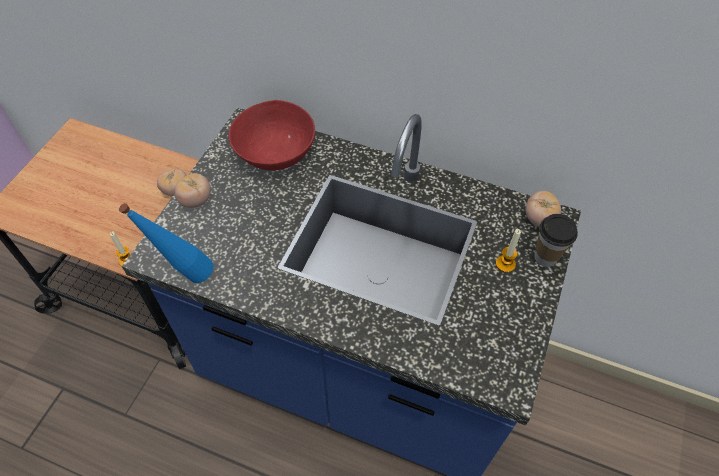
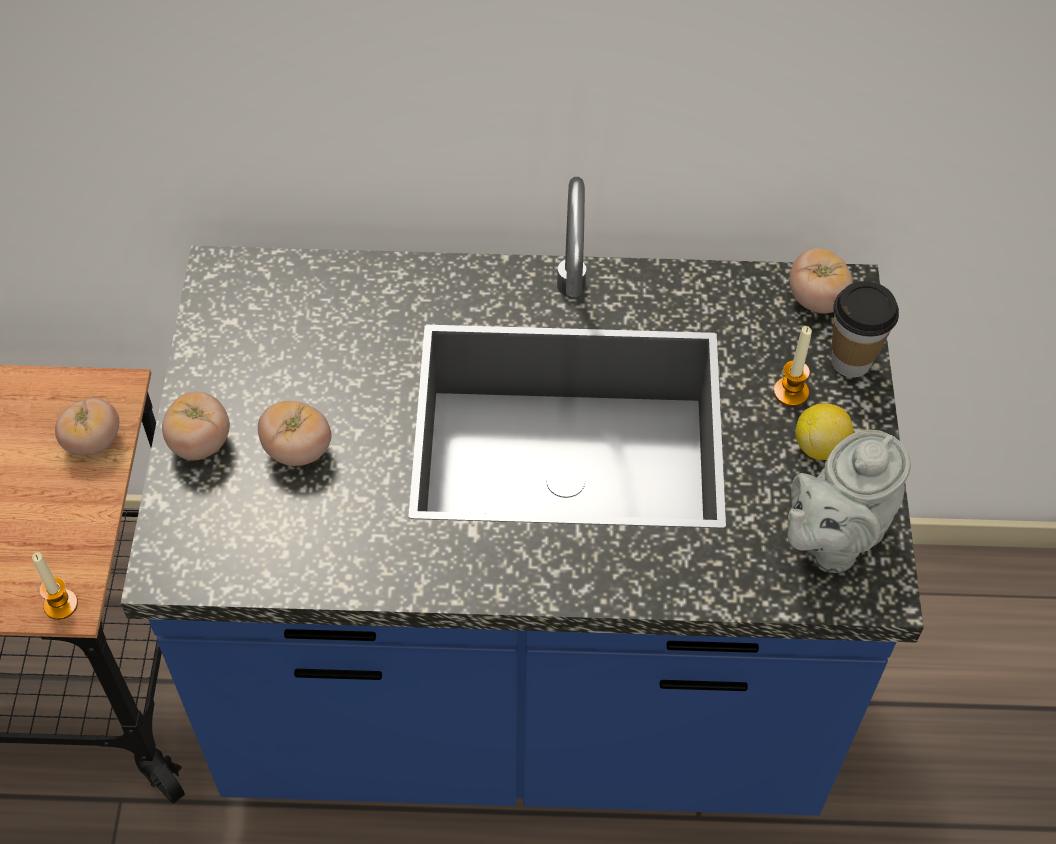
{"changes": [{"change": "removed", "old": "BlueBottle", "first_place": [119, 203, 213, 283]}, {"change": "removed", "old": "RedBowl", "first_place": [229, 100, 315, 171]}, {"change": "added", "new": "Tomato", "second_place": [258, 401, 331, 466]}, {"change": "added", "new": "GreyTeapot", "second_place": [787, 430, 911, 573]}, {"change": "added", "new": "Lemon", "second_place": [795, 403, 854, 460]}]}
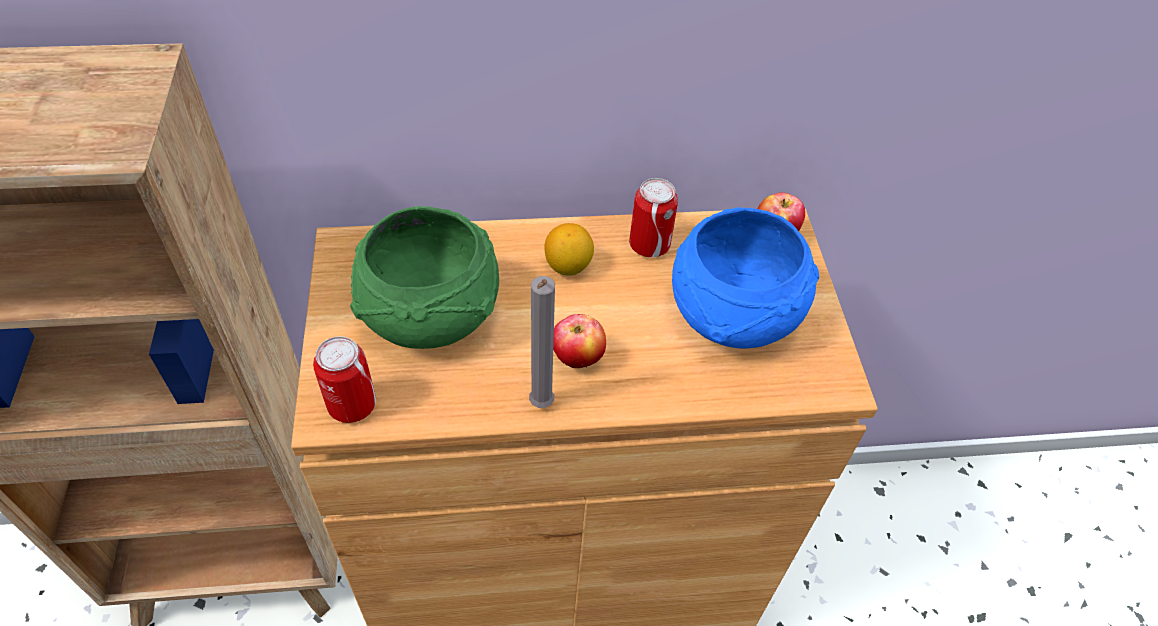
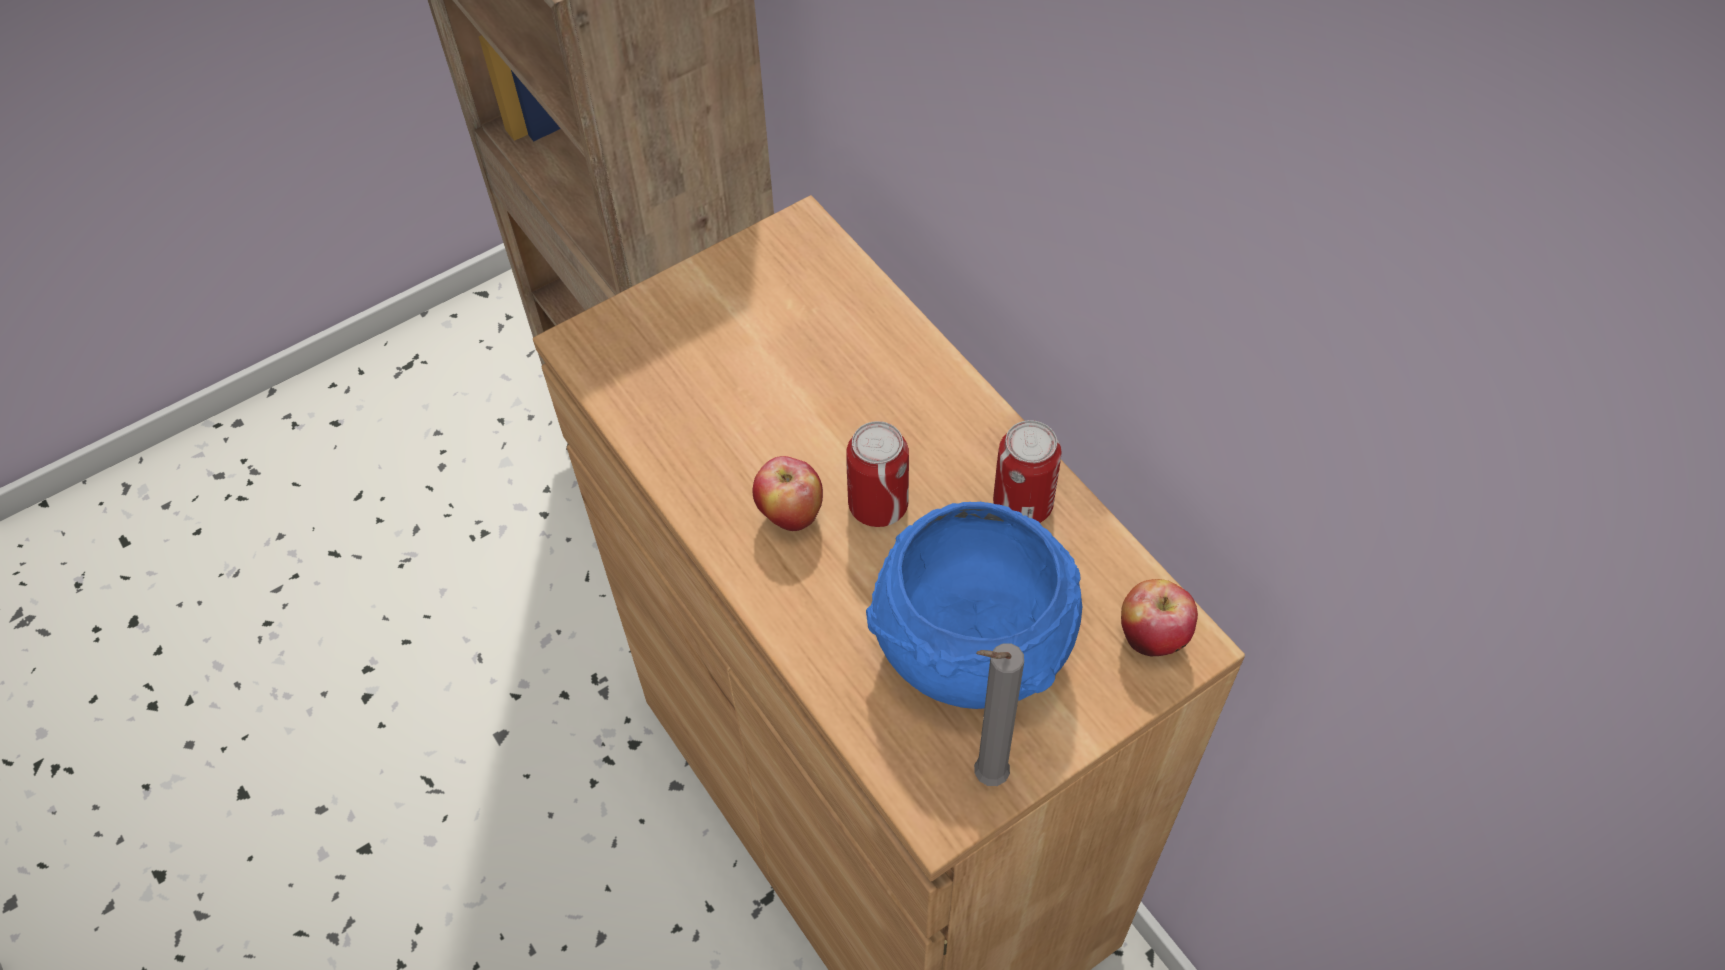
{"changes": [{"change": "moved", "old": "Can", "first_place": [313, 336, 376, 423], "second_place": [846, 421, 909, 527]}, {"change": "removed", "old": "GreenBowl", "first_place": [350, 206, 499, 349]}, {"change": "moved", "old": "GreyCandle", "first_place": [529, 276, 555, 408], "second_place": [974, 643, 1024, 786]}, {"change": "removed", "old": "Lemon", "first_place": [544, 223, 594, 276]}]}
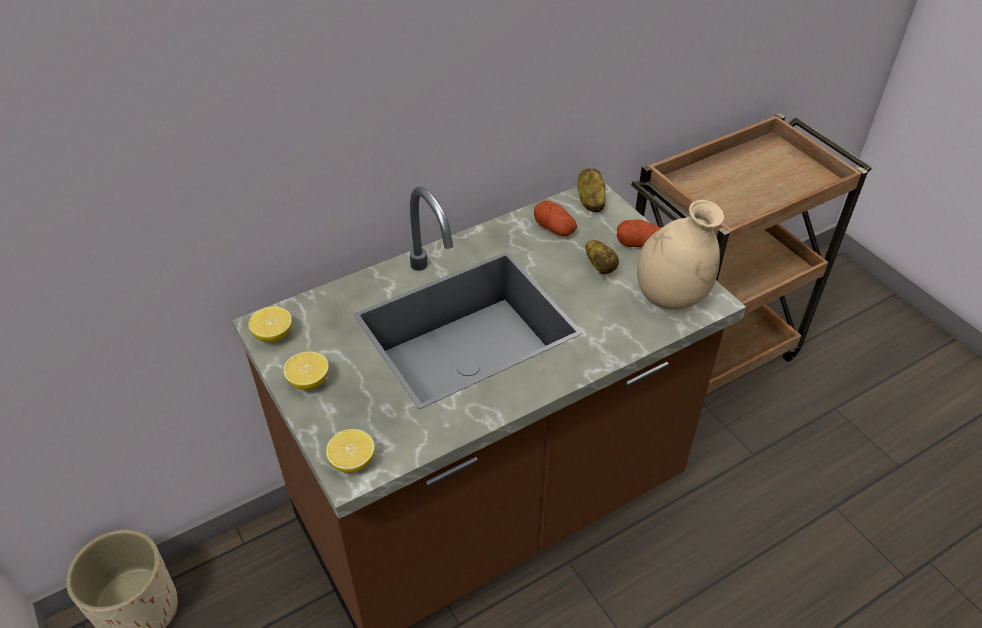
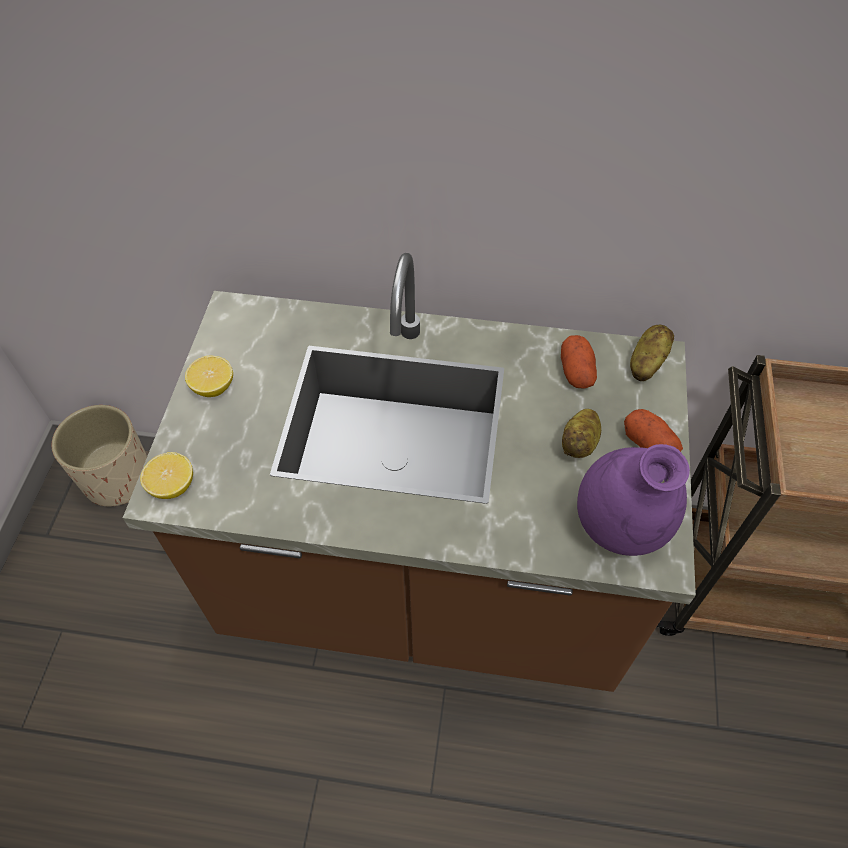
{"changes": [{"change": "removed", "old": "Lemon", "first_place": [249, 306, 292, 342]}, {"change": "recoloured", "old": "BeigeVase", "new": "PurpleVase", "first_place": [637, 200, 724, 310], "second_place": [577, 444, 690, 556]}]}
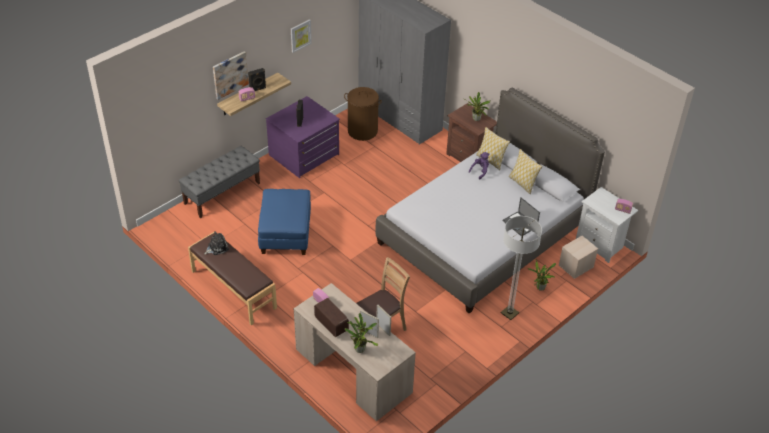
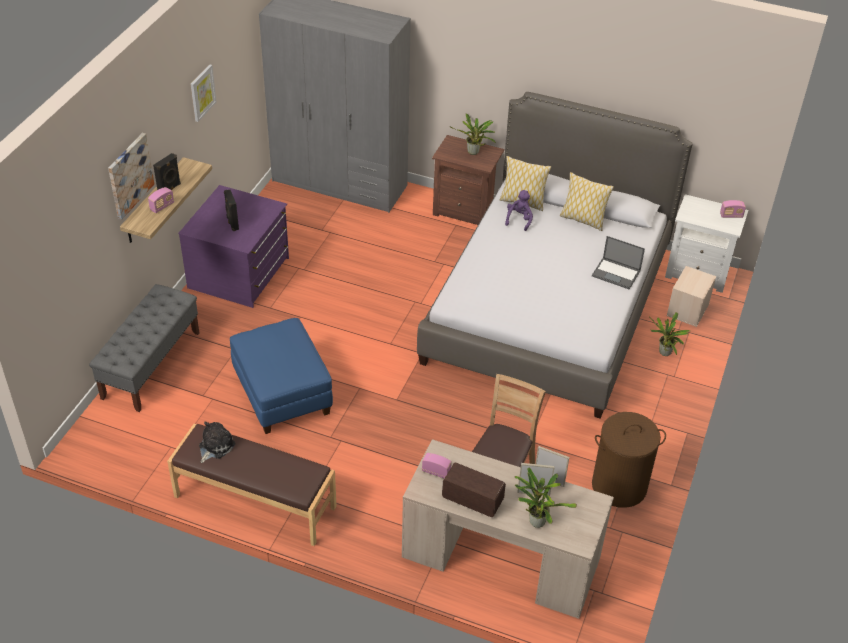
{"changes": [{"change": "moved", "old": "BrownLaundryBasket", "first_place": [344, 87, 382, 141], "second_place": [592, 412, 666, 508]}, {"change": "removed", "old": "FloorLamp", "first_place": [501, 216, 542, 320]}]}
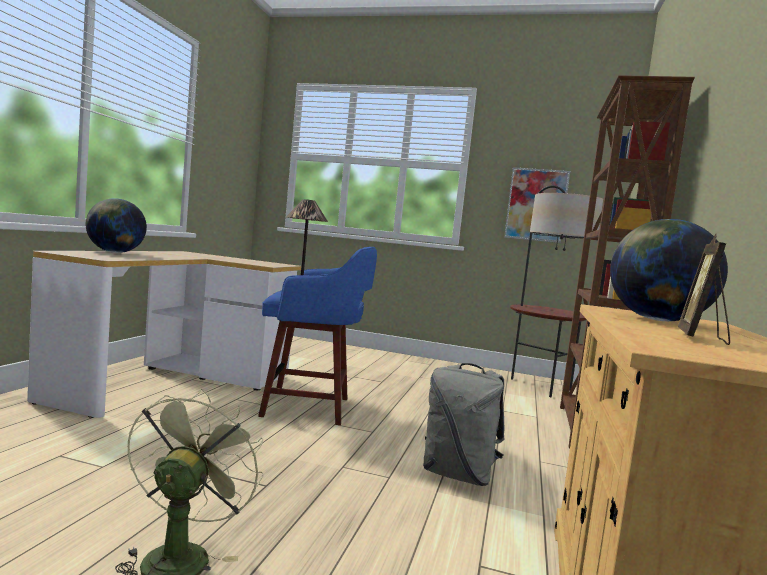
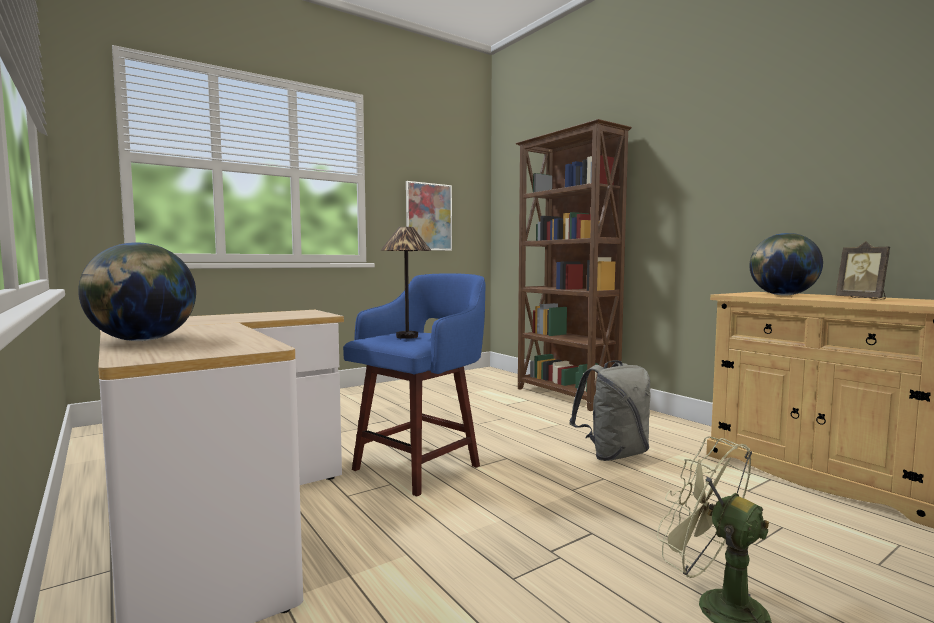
{"changes": [{"change": "removed", "old": "FloorLamp", "first_place": [510, 185, 603, 397]}]}
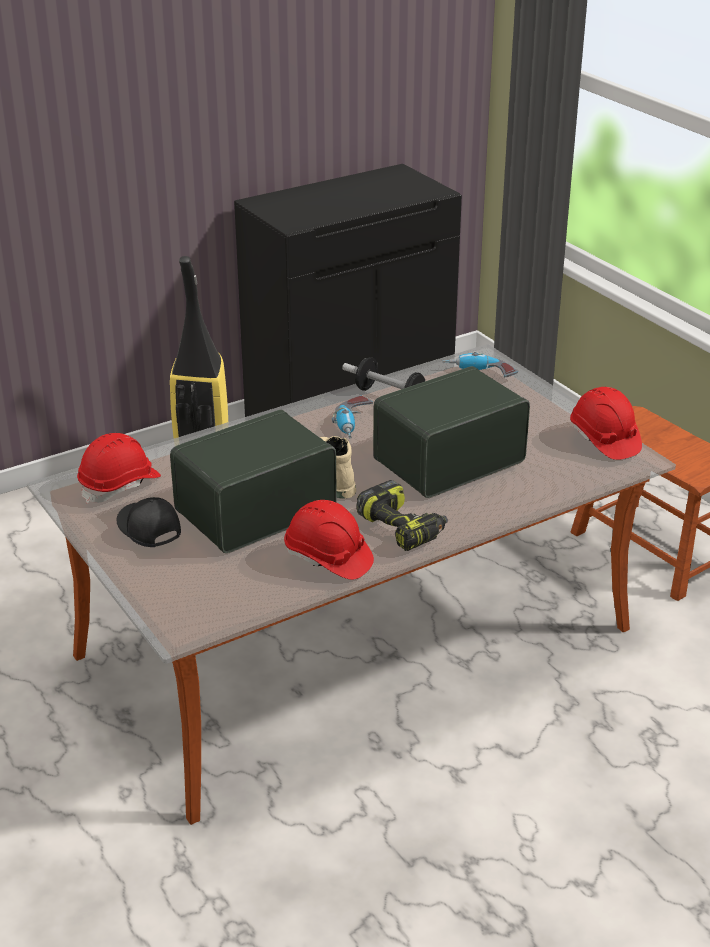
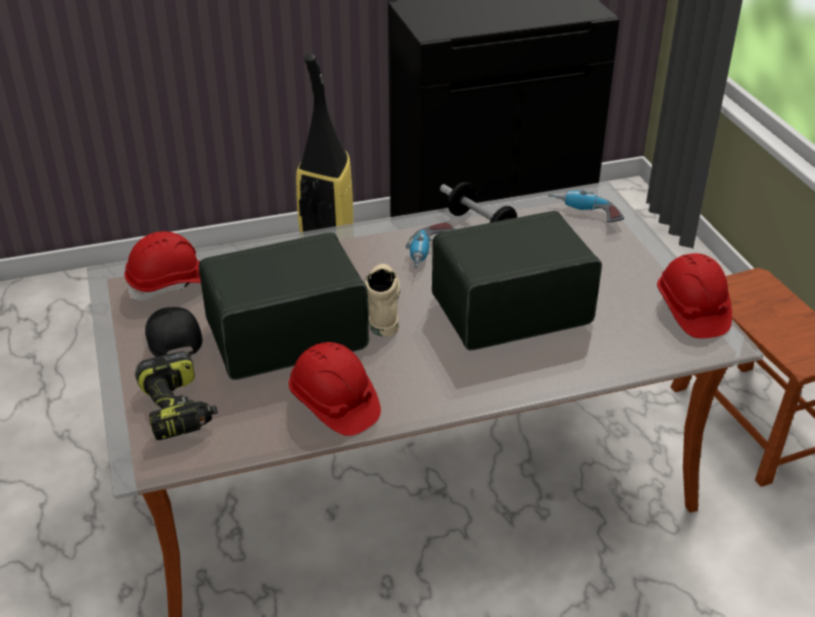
{"changes": [{"change": "moved", "old": "PowerDrill", "first_place": [357, 480, 448, 551], "second_place": [135, 351, 218, 440]}]}
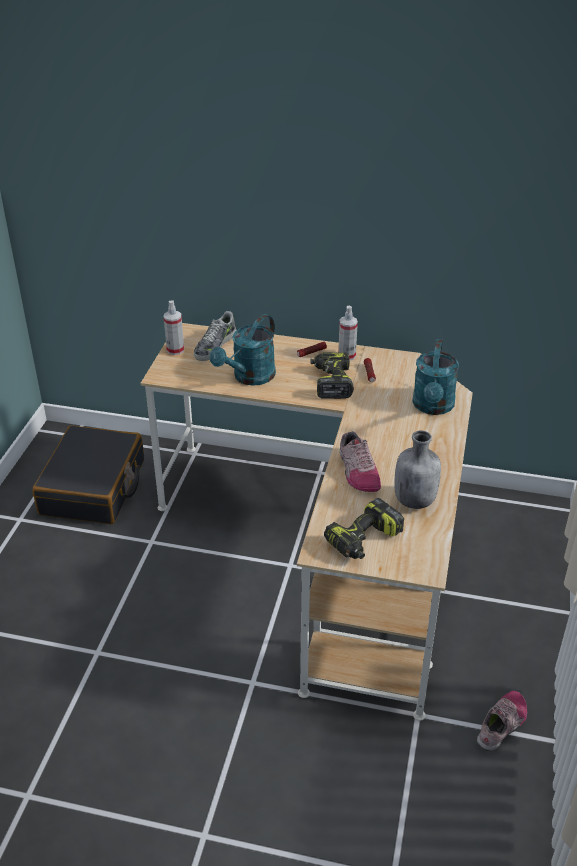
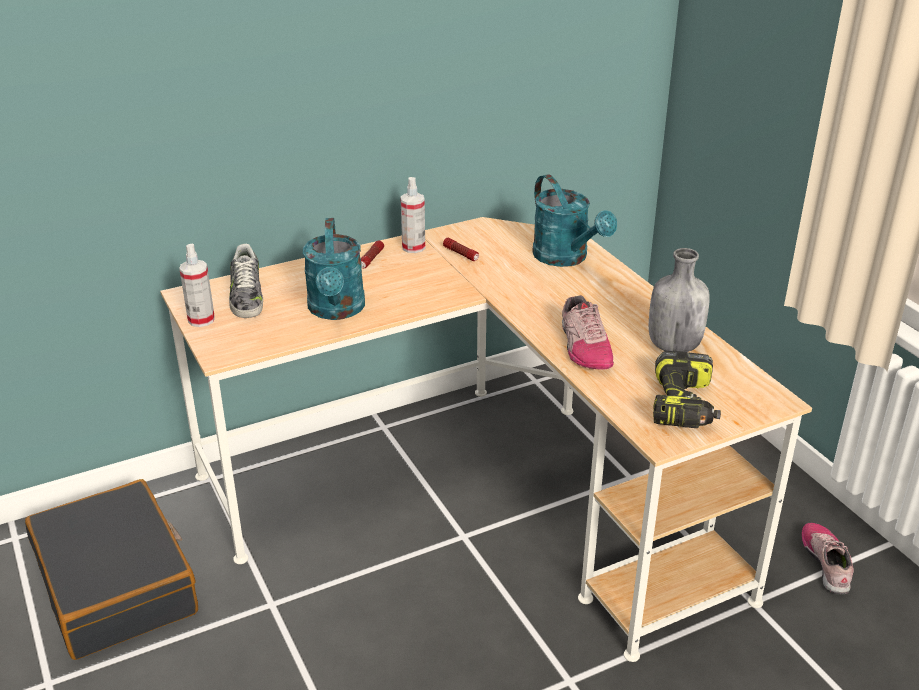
{"changes": [{"change": "removed", "old": "PowerDrill", "first_place": [311, 352, 354, 399]}, {"change": "turned", "old": "Shoe", "first_place": [340, 431, 381, 492], "second_place": [562, 295, 614, 369], "degrees": 45}]}
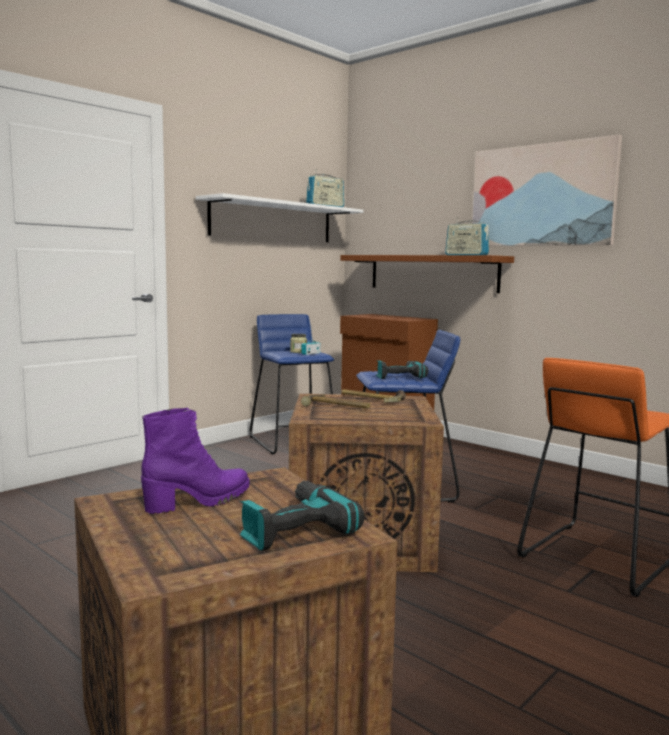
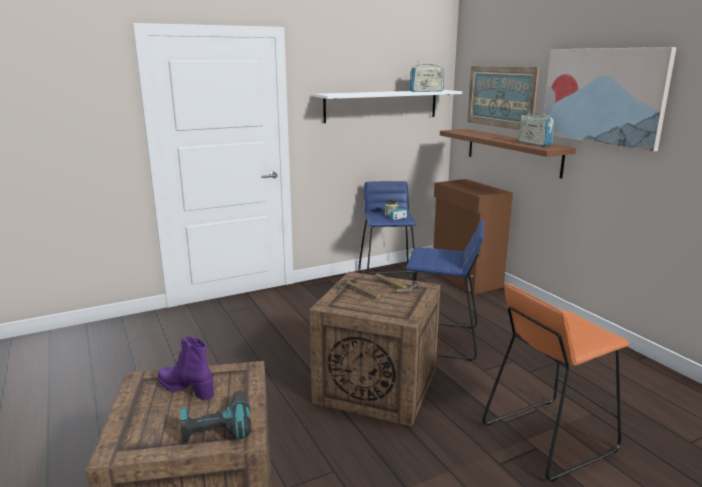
{"changes": [{"change": "turned", "old": "PurpleBoot", "first_place": [141, 408, 249, 514], "second_place": [157, 336, 214, 400], "degrees": -135}, {"change": "removed", "old": "PowerDrill", "first_place": [376, 361, 428, 379]}, {"change": "added", "new": "Picture", "second_place": [467, 66, 540, 130]}]}
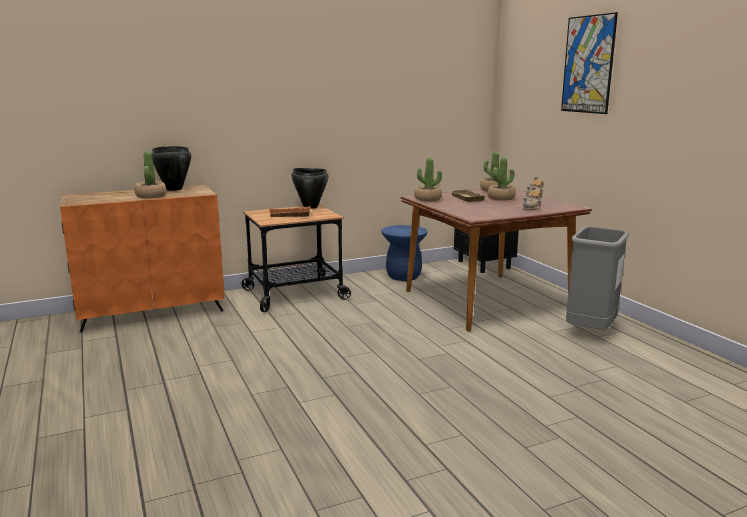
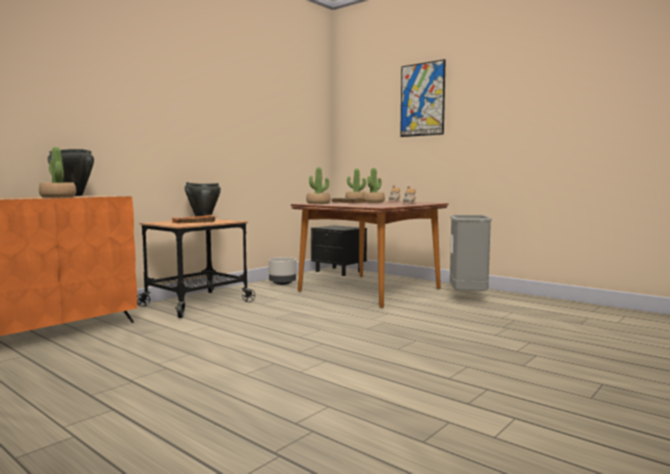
{"changes": [{"change": "replaced", "old": "BlueStool", "new": "GreyPlanter", "first_place": [381, 225, 428, 281], "second_place": [269, 257, 296, 285]}]}
